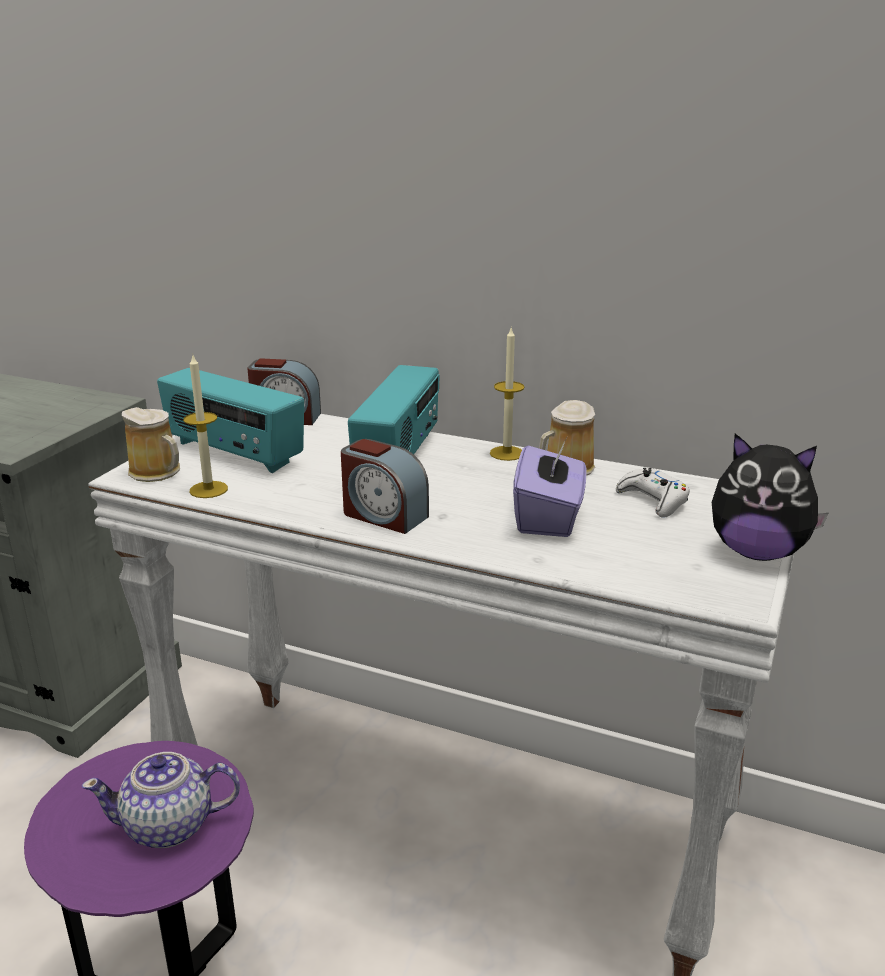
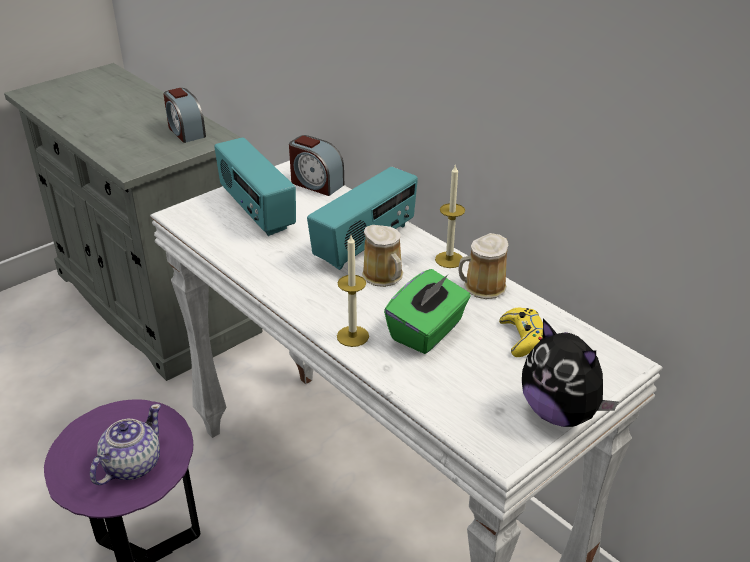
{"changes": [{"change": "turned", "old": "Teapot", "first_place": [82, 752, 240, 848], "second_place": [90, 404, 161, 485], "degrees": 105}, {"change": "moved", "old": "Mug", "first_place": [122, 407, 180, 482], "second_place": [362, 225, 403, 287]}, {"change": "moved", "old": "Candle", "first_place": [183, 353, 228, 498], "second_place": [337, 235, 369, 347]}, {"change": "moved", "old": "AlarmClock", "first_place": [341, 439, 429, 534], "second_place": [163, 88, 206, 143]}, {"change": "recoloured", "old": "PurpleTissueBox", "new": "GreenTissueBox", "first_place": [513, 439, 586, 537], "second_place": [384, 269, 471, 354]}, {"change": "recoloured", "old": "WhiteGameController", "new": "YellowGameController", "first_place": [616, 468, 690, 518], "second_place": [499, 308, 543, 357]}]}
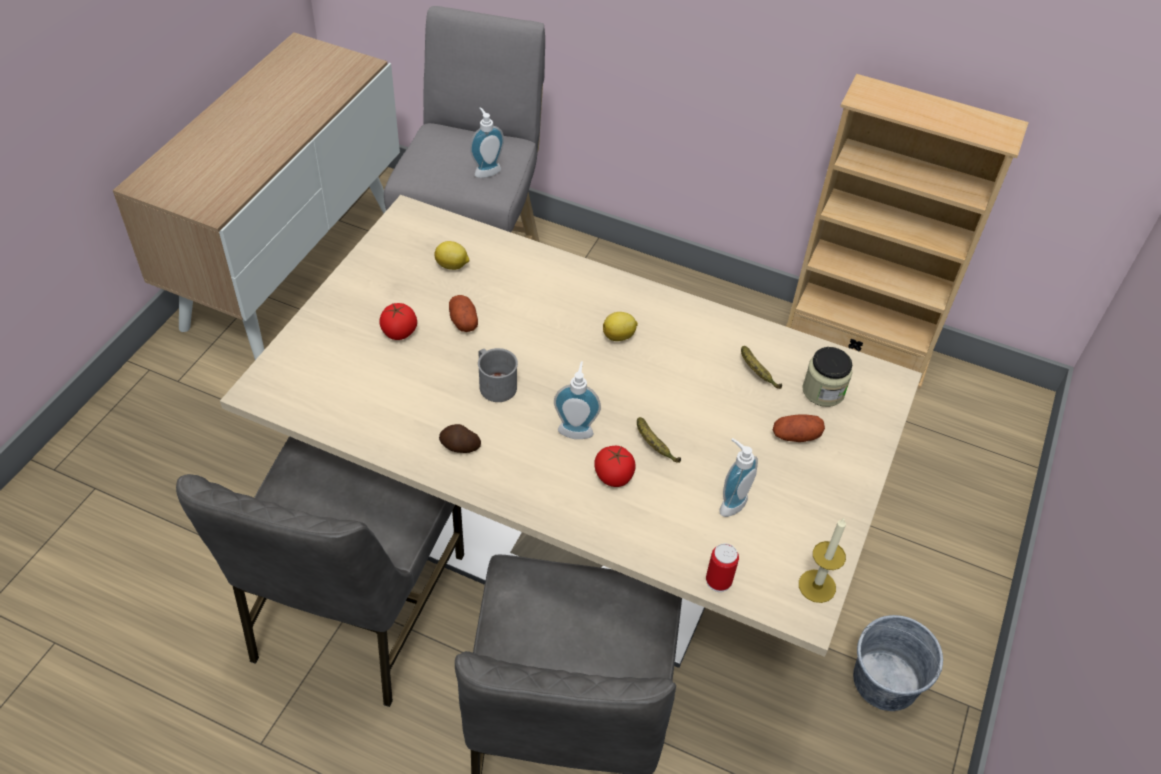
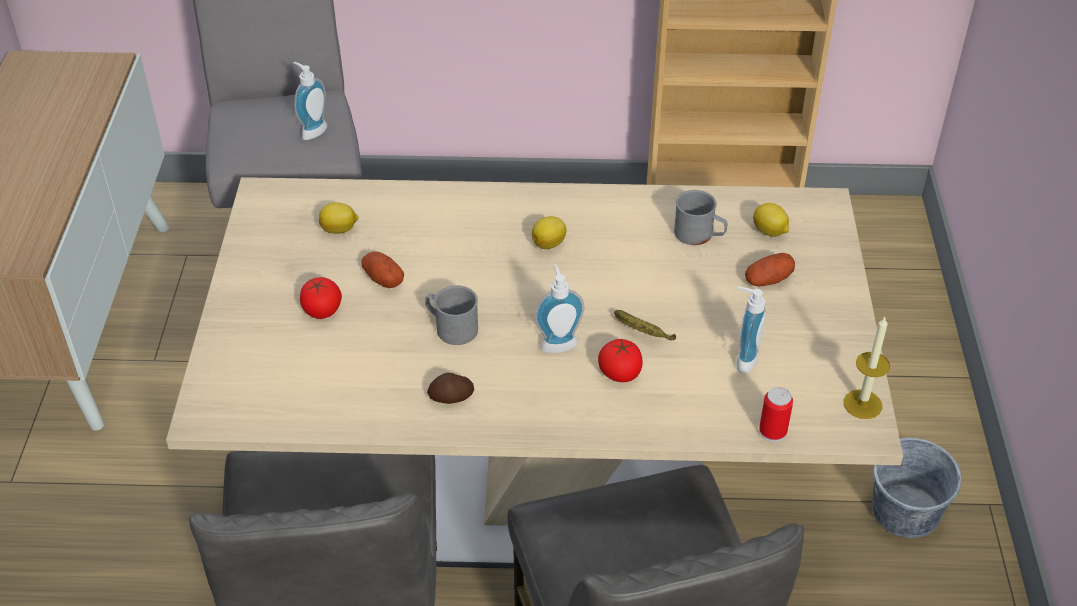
{"changes": [{"change": "replaced", "old": "Banana", "new": "GreyMug", "first_place": [741, 346, 782, 389], "second_place": [674, 190, 728, 245]}, {"change": "replaced", "old": "Jar", "new": "Lemon", "first_place": [802, 347, 852, 407], "second_place": [753, 203, 789, 237]}]}
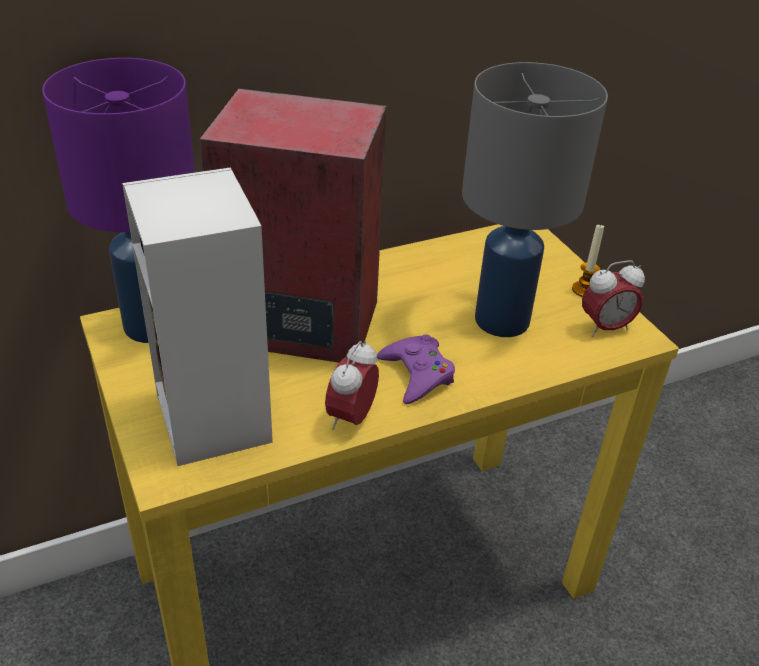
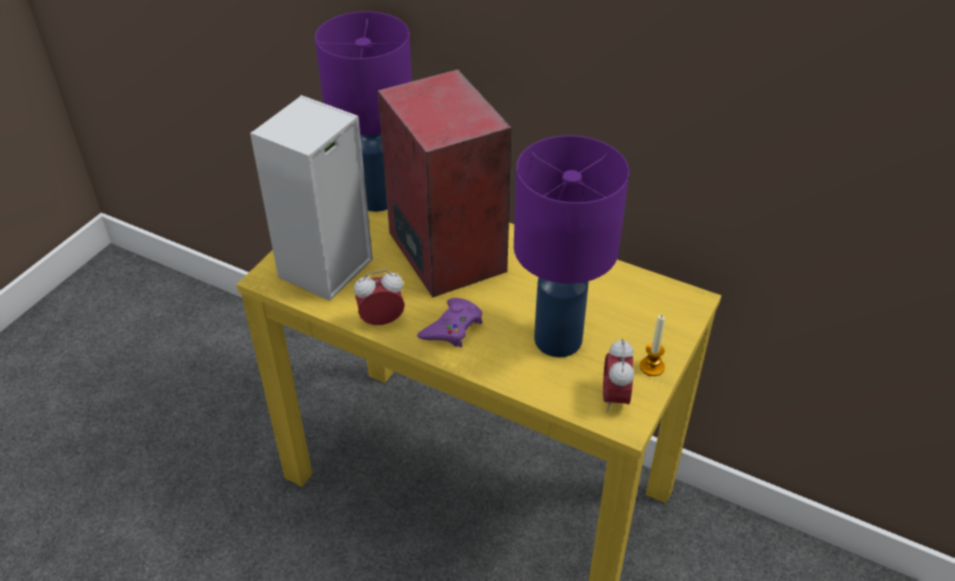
{"changes": [{"change": "recoloured", "old": "GreyTableLamp", "new": "PurpleTableLamp", "first_place": [462, 62, 608, 337], "second_place": [514, 135, 629, 357]}, {"change": "turned", "old": "AlarmClock", "first_place": [582, 260, 645, 337], "second_place": [603, 338, 634, 412], "degrees": 60}]}
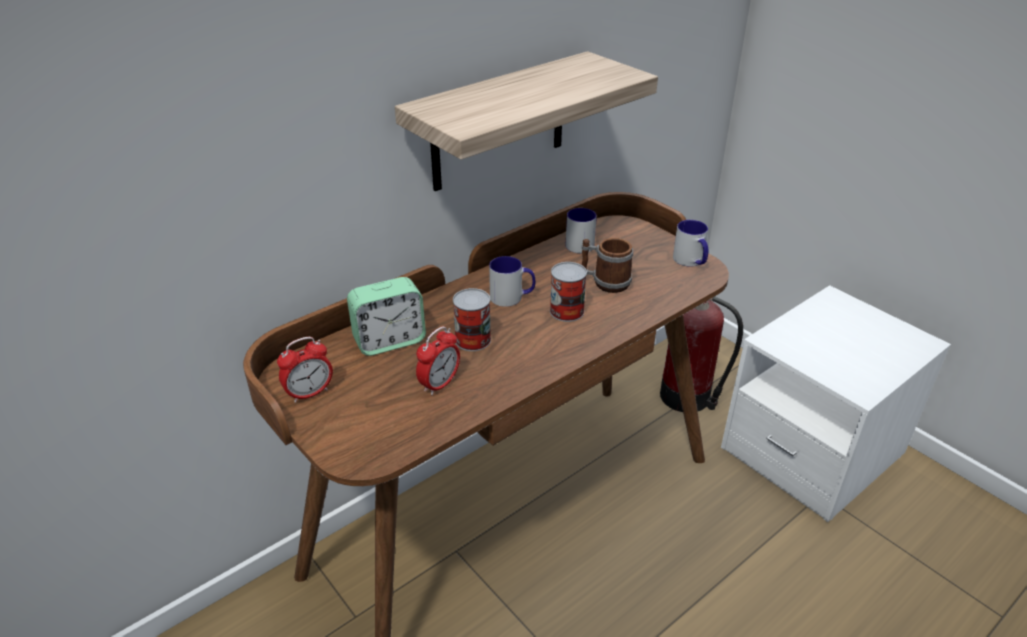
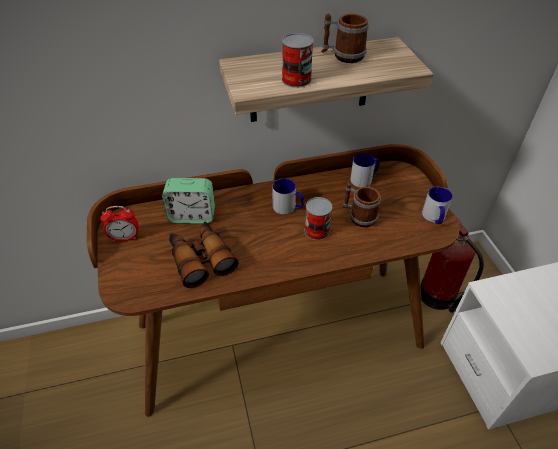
{"changes": [{"change": "replaced", "old": "AlarmClock", "new": "Binoculars", "first_place": [416, 326, 460, 395], "second_place": [169, 222, 239, 288]}, {"change": "moved", "old": "Can", "first_place": [453, 288, 491, 351], "second_place": [282, 33, 314, 88]}, {"change": "added", "new": "Mug", "second_place": [321, 14, 369, 63]}]}
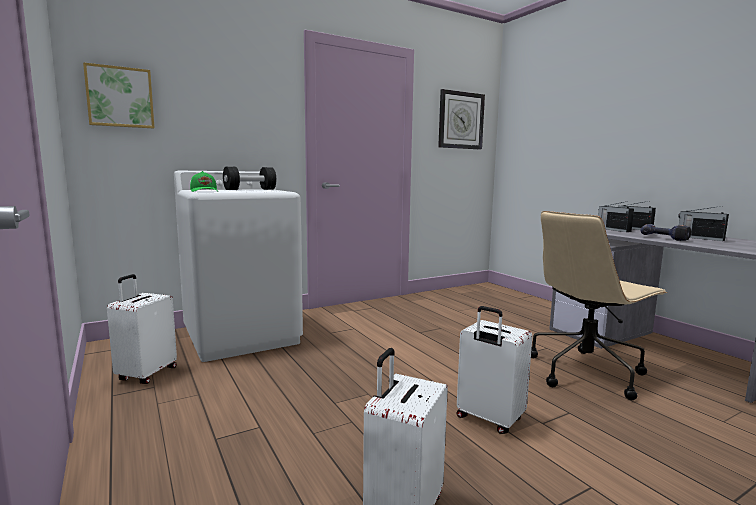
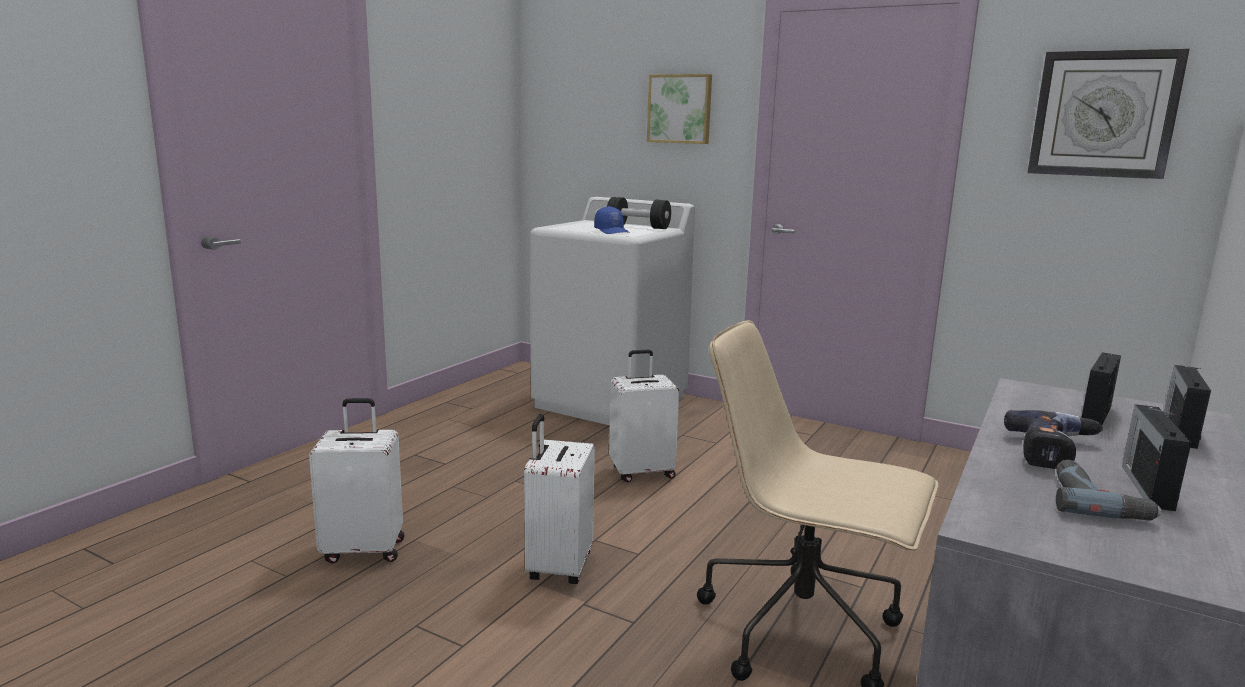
{"changes": [{"change": "moved", "old": "Picture", "first_place": [83, 62, 154, 129], "second_place": [647, 74, 712, 144]}, {"change": "moved", "old": "WhiteSuitcase", "first_place": [107, 274, 177, 384], "second_place": [609, 350, 679, 482]}, {"change": "removed", "old": "GreenCap", "first_place": [190, 171, 218, 192]}, {"change": "added", "new": "BlueCap", "second_place": [594, 206, 630, 234]}, {"change": "added", "new": "PowerDrill", "second_place": [1056, 460, 1163, 521]}]}
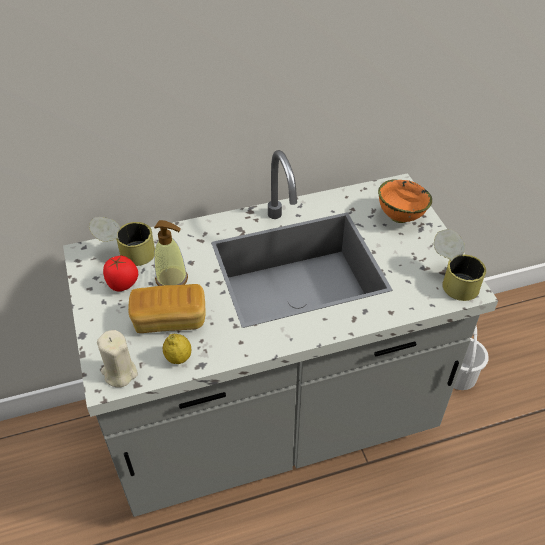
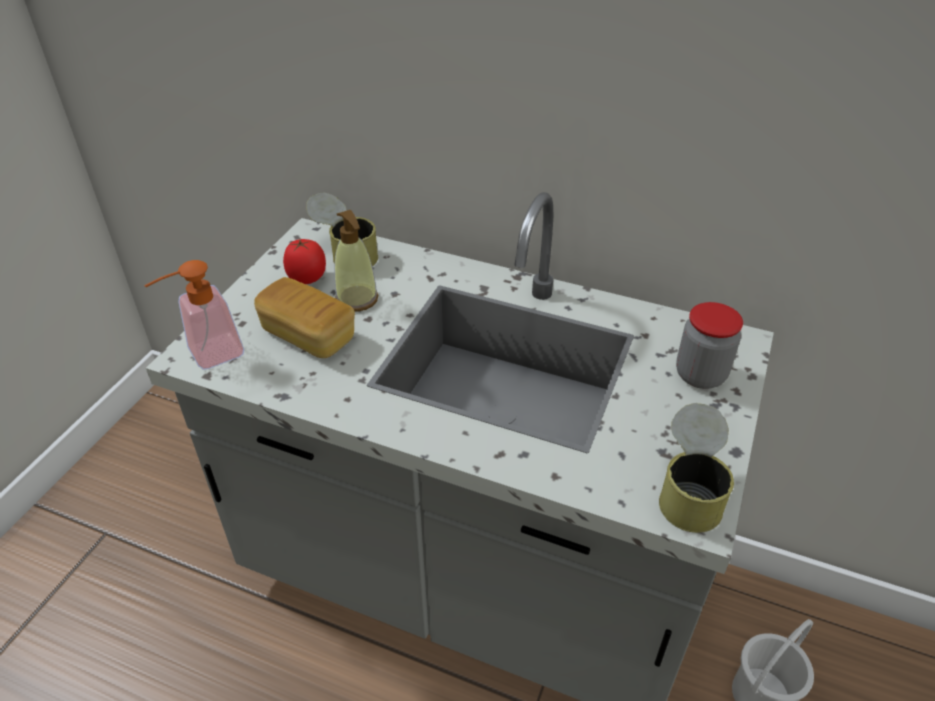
{"changes": [{"change": "replaced", "old": "BeigeCandle", "new": "SoapDispenser", "first_place": [97, 330, 138, 388], "second_place": [144, 260, 244, 370]}, {"change": "removed", "old": "Lemon", "first_place": [163, 334, 191, 364]}, {"change": "replaced", "old": "OrangeBowl", "new": "Jar", "first_place": [378, 180, 432, 223], "second_place": [676, 302, 743, 389]}]}
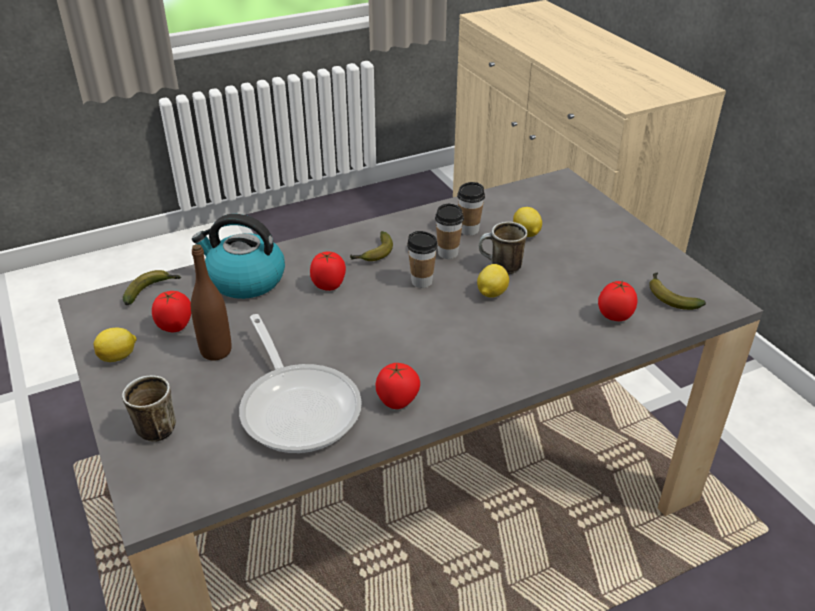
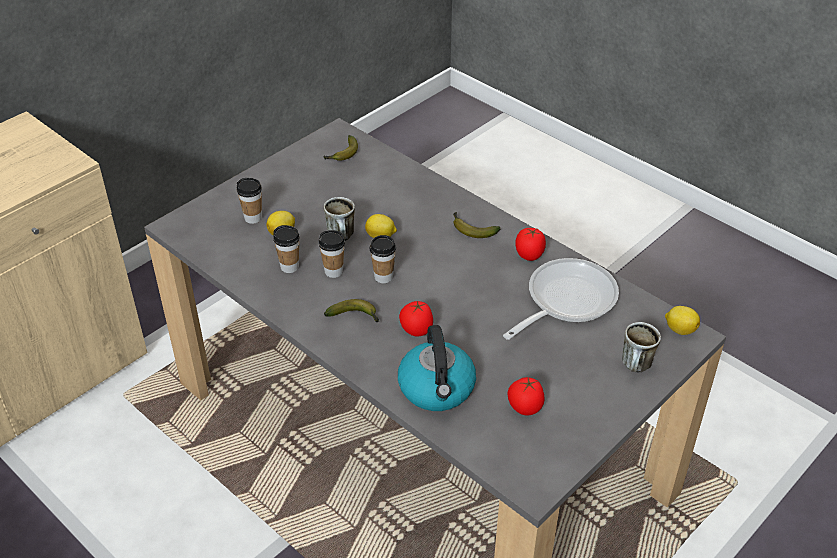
{"changes": [{"change": "moved", "old": "Lemon", "first_place": [93, 328, 137, 362], "second_place": [665, 306, 700, 335]}, {"change": "moved", "old": "Banana", "first_place": [123, 270, 181, 305], "second_place": [453, 212, 500, 238]}, {"change": "removed", "old": "BrownBottle", "first_place": [191, 244, 231, 360]}, {"change": "removed", "old": "Tomato", "first_place": [598, 280, 637, 321]}, {"change": "added", "new": "Cup", "second_place": [236, 178, 262, 224]}]}
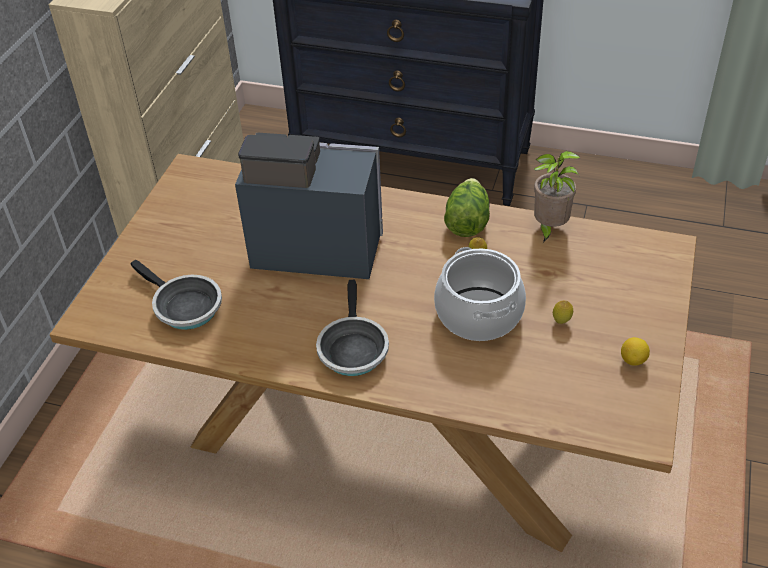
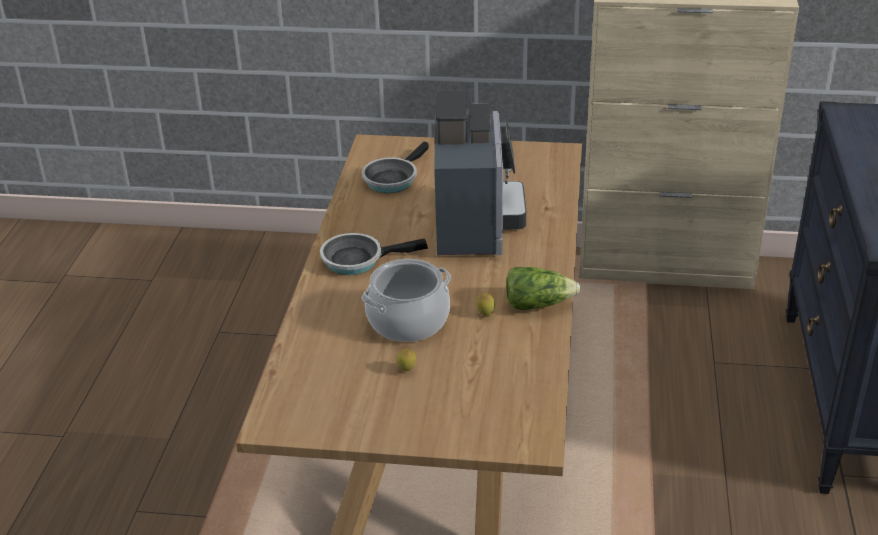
{"changes": [{"change": "removed", "old": "PottedPlant", "first_place": [534, 151, 580, 243]}, {"change": "removed", "old": "Lemon", "first_place": [621, 337, 650, 366]}]}
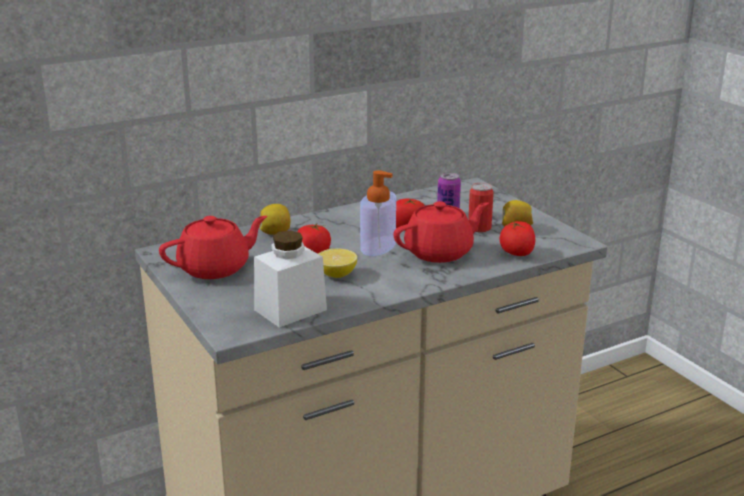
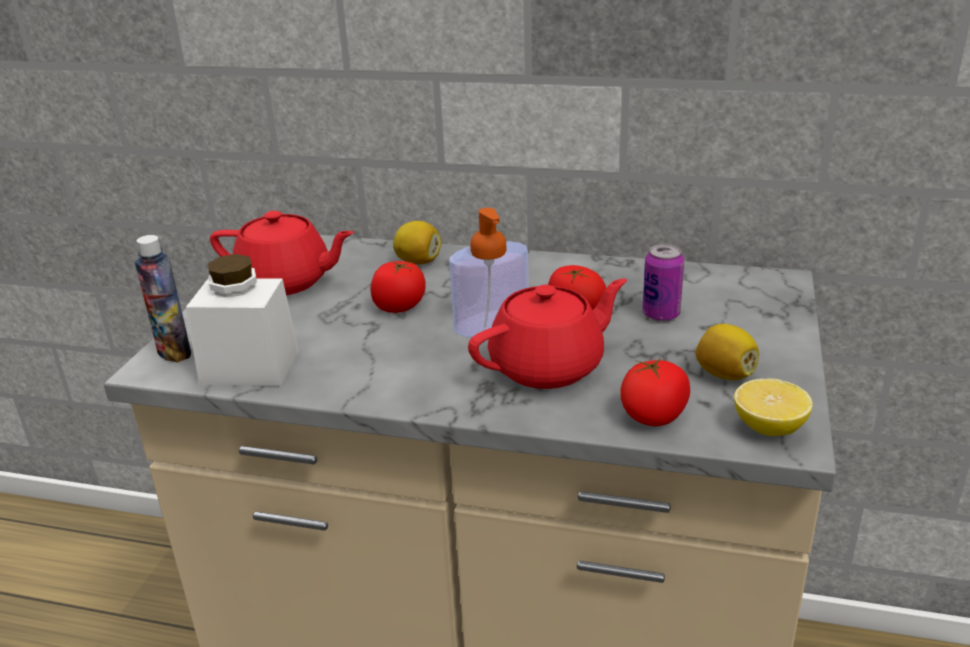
{"changes": [{"change": "moved", "old": "Lemon", "first_place": [318, 249, 357, 278], "second_place": [734, 378, 813, 436]}, {"change": "turned", "old": "RedTeapot", "first_place": [393, 201, 489, 263], "second_place": [468, 279, 627, 389], "degrees": -45}, {"change": "removed", "old": "Can", "first_place": [468, 183, 493, 232]}, {"change": "added", "new": "Bottle", "second_place": [135, 235, 191, 363]}]}
